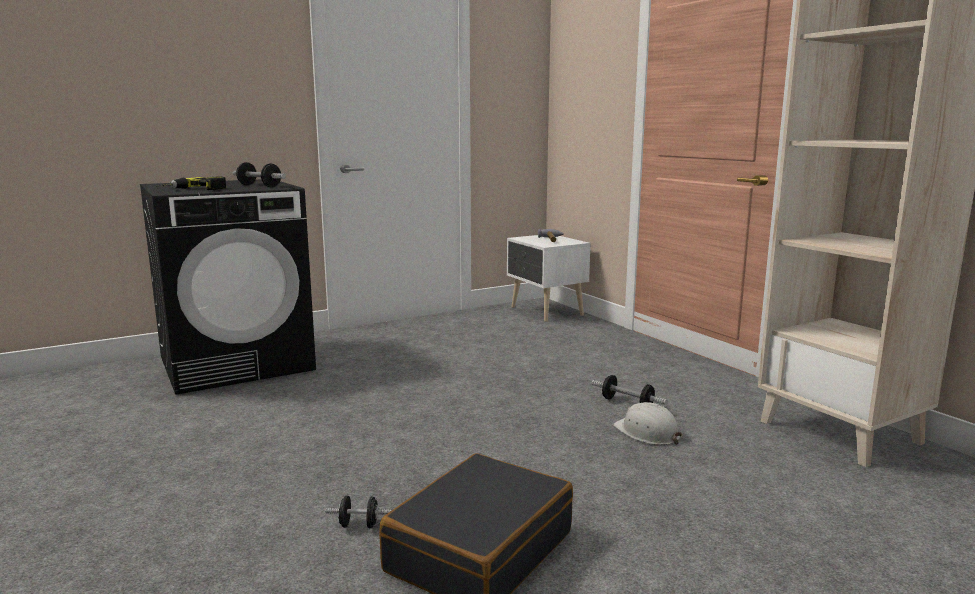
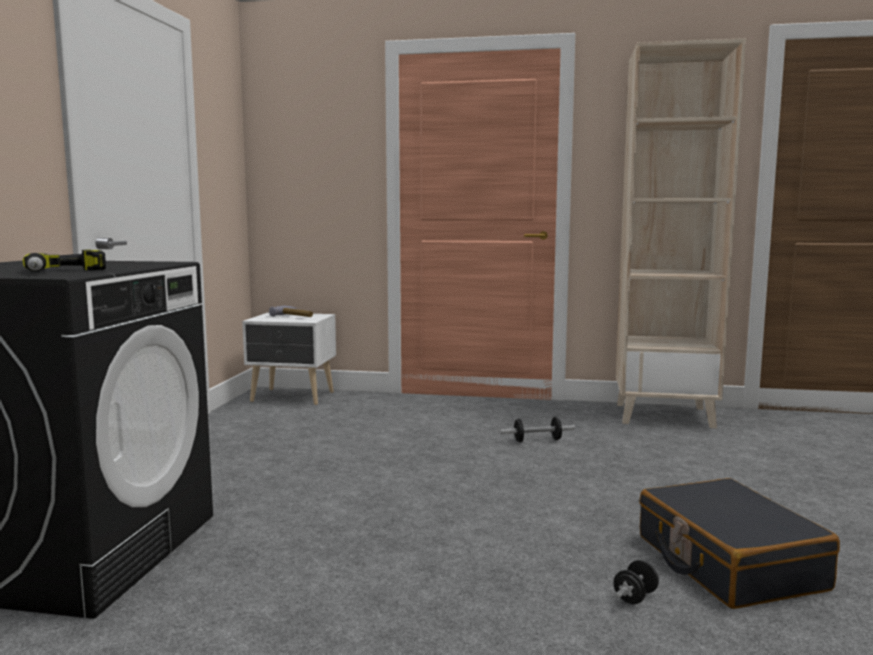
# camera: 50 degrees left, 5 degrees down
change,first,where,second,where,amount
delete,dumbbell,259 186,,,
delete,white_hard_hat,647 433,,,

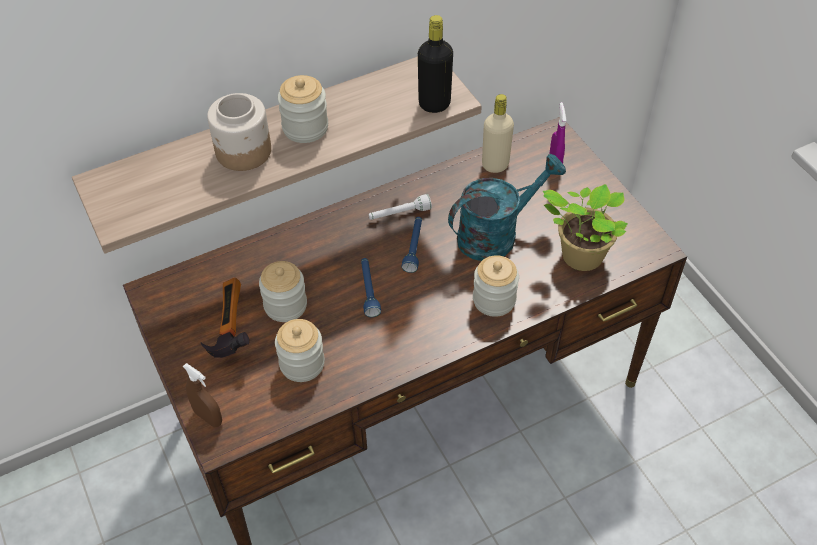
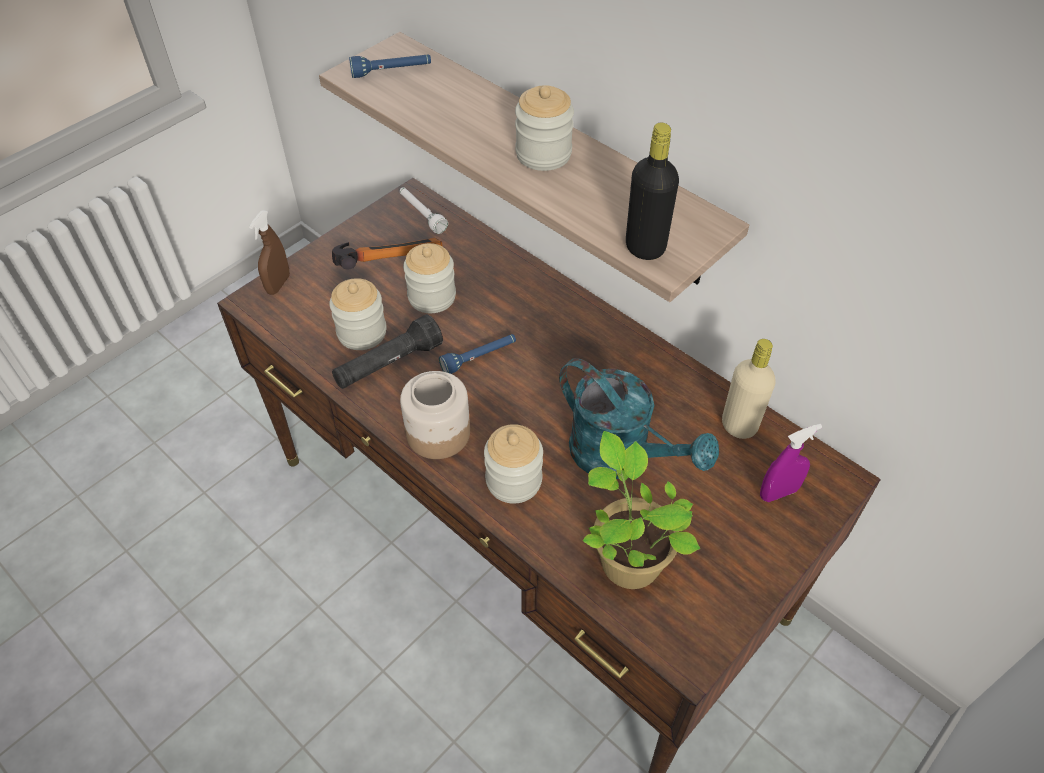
# camera: 70 degrees right, 0 degrees up
change,first,where,second,where,amount
insert,,,black_flashlight,388 364,
move,jar,243 152,,437 433,
move,white_flashlight,399 214,,422 214,
move,blue_flashlight,414 247,,391 72,

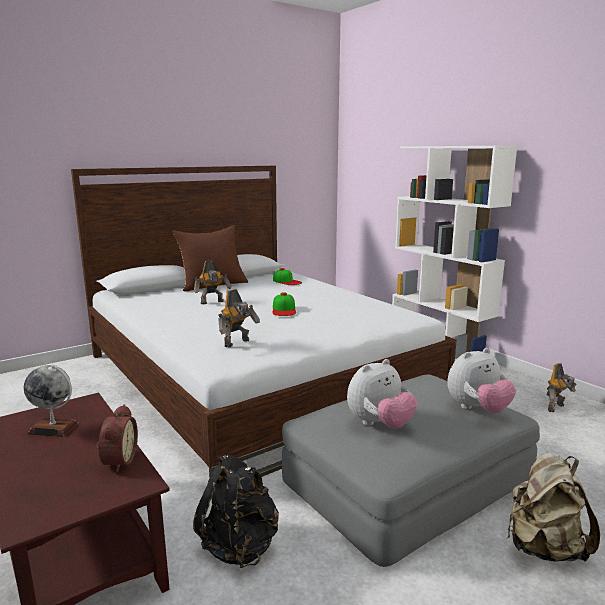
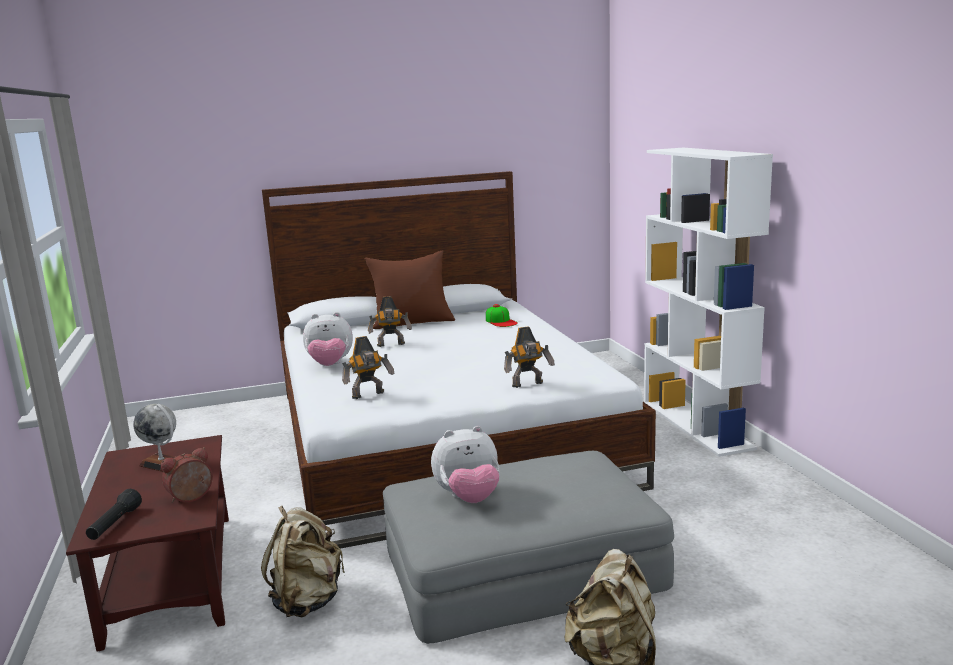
# camera: 20 degrees right, 0 degrees up
change,first,where,second,where,amount
delete,cap,284 309,,,
insert,,,black_flashlight,114 524,
move,plush_toy,477 409,,330 365,
move,toy_robot,557 408,,528 385,
recolor,black_backpack,240 545,beige_backpack,308 601,
rotate,alarm_clock,117 461,,191 498,150 degrees counterclockwise

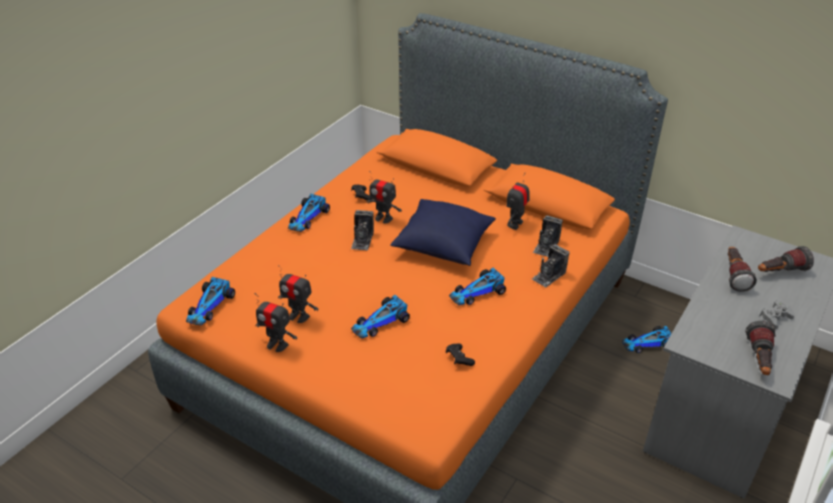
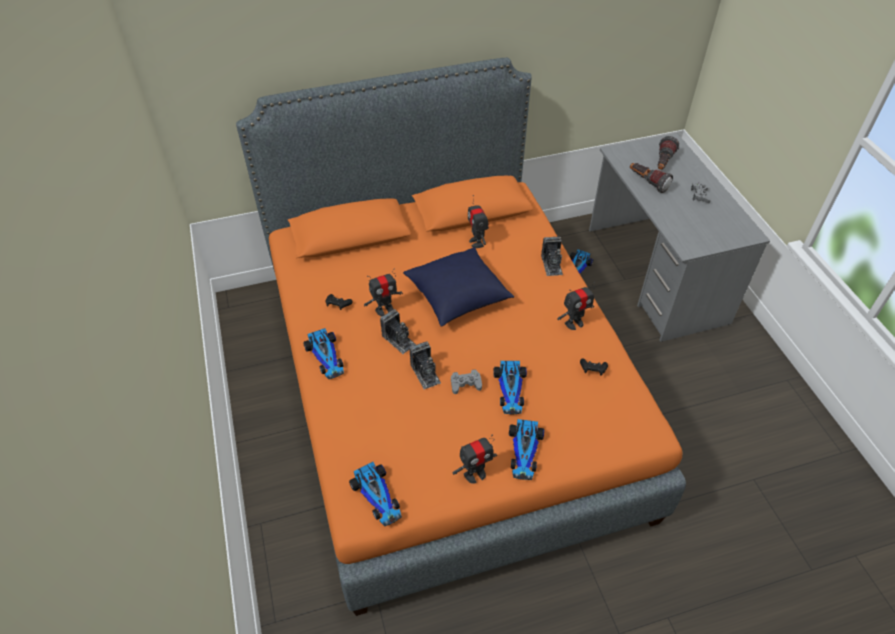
# camera: 50 degrees left, 10 degrees up
change,first,where,second,where,amount
delete,flashlight,759 360,,,
insert,,,grey_game_controller,465 384,
move,toy_robot,299 316,,574 323,
move,toy_car,478 292,,525 452,
move,photo_camera,546 246,,425 373,

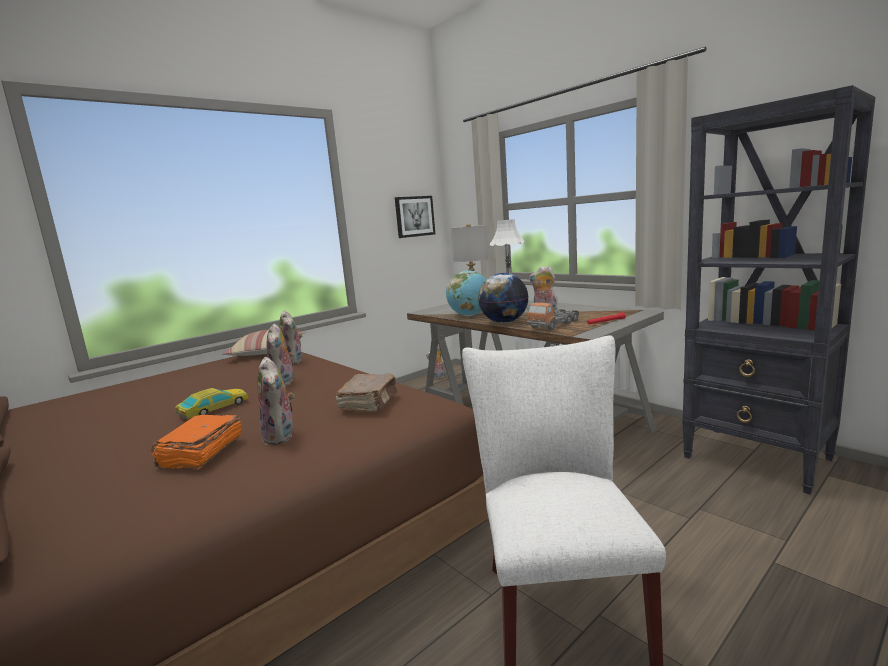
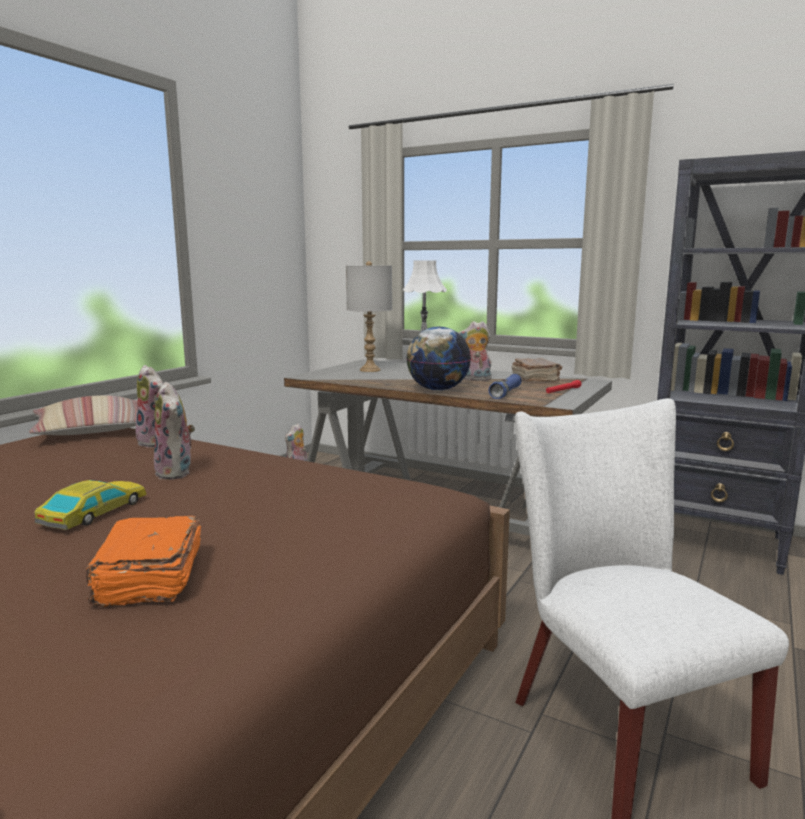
# camera: 20 degrees left, 0 degrees up
change,first,where,second,where,amount
delete,plush_toy,281 436,,,
delete,picture,414 216,,,
delete,globe,470 315,,,
move,brown_book,370 403,,535 379,
replace,toy_truck,553 325,blue_flashlight,505 394,

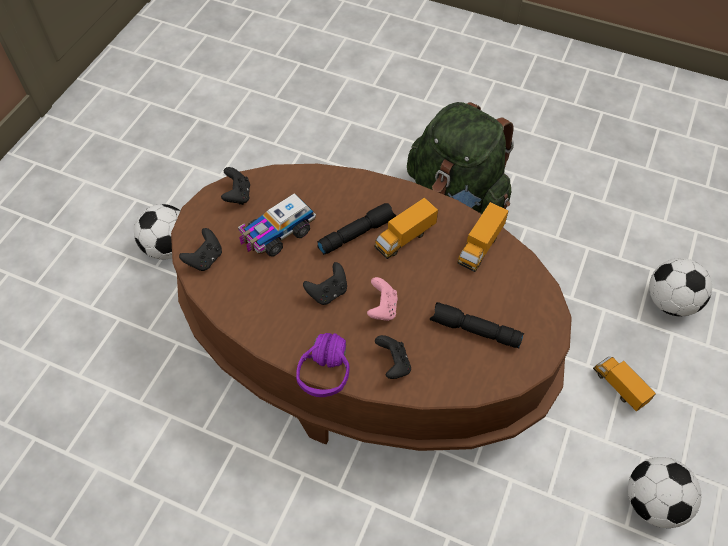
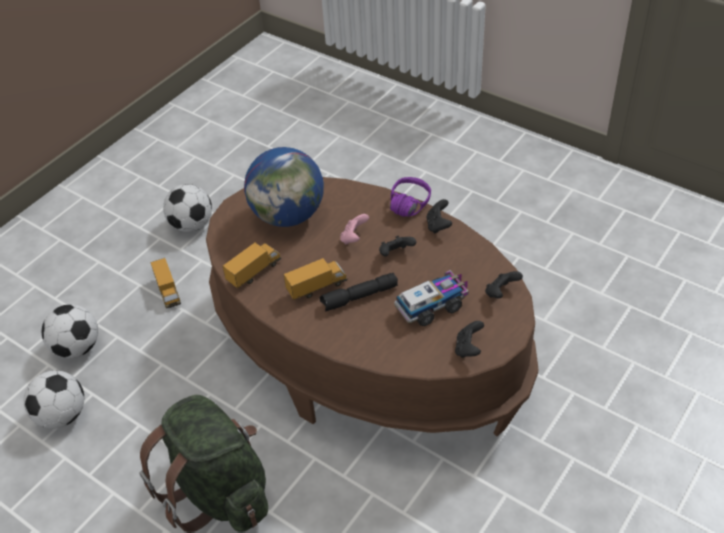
# camera: 165 degrees left, 10 degrees down
change,first,where,second,where,amount
move,football,169 247,,62 415,
move,black_game_controller,393 364,,438 225,
replace,black_flashlight,474 331,globe,288 215,

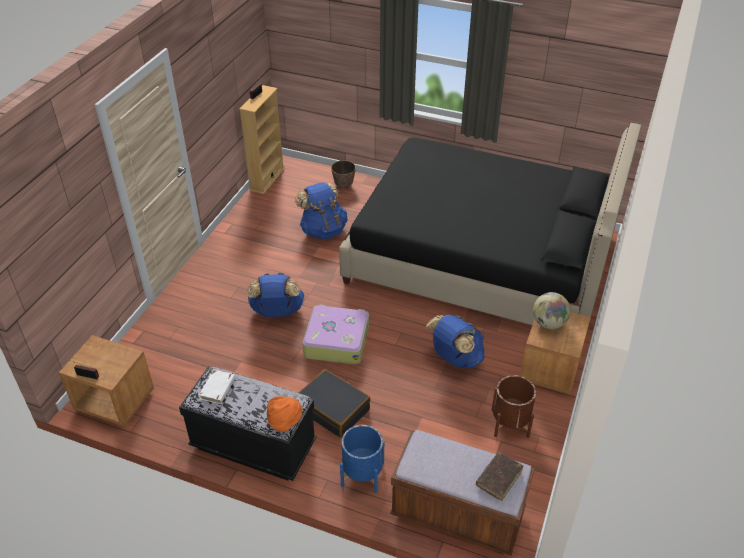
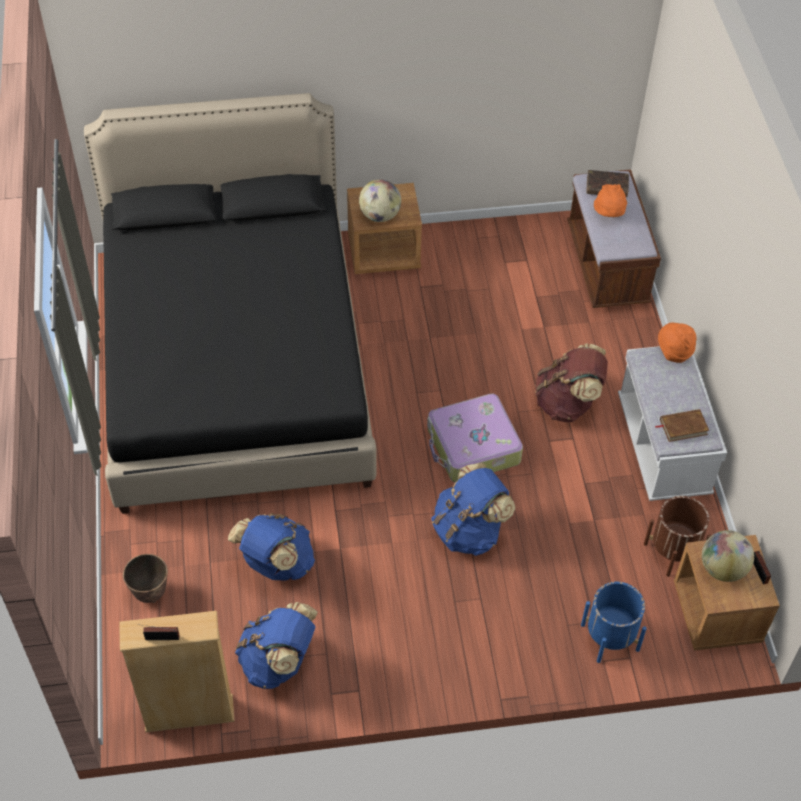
# camera: 120 degrees left, 10 degrees up
change,first,where,second,where,amount
insert,,,orange_hat,609 214,
insert,,,globe,722 568,
move,blue_planter,362 474,,610 637,
move,blue_backpack,455 358,,279 662,
move,brown_planter,510 423,,673 551,
replace,black_suitcase,333 409,brown_backpack,568 403,
recolor,black_bench,253 446,white_bench,663 447,
recolor,white_book,218 388,brown_book,683 427,

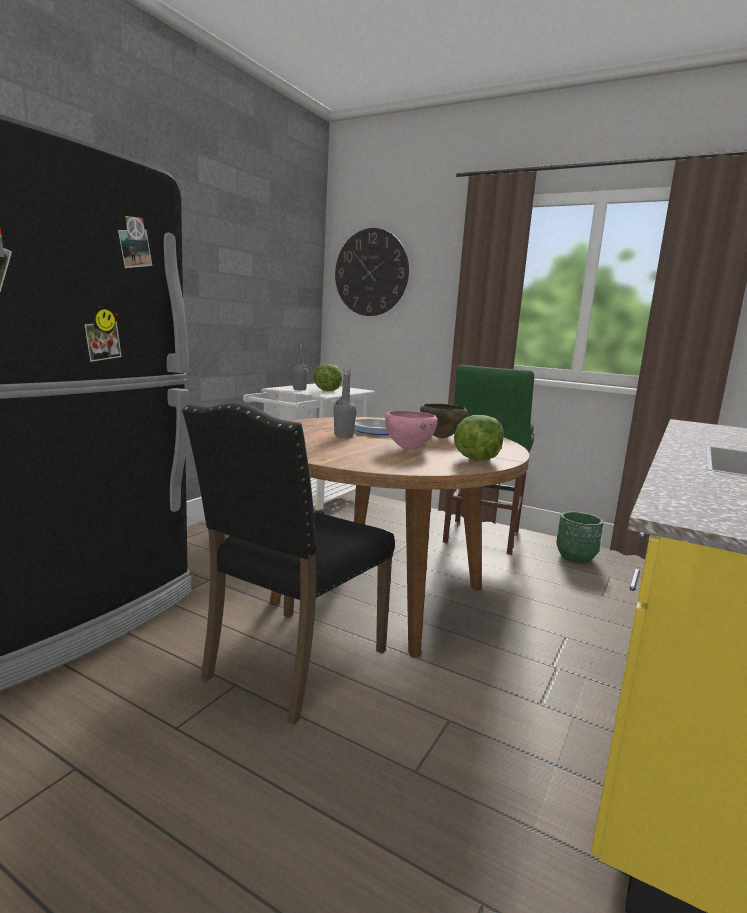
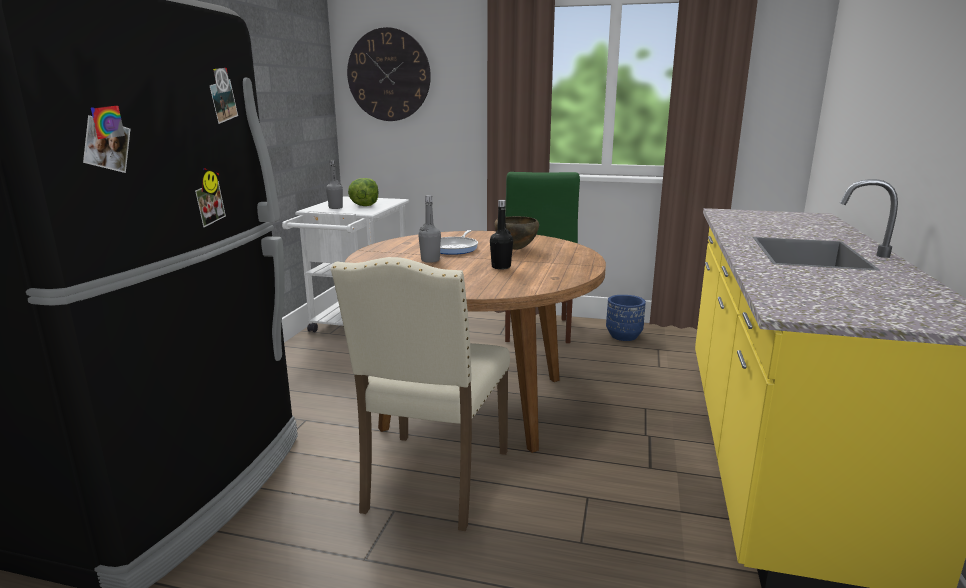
# camera: 15 degrees left, 5 degrees up
change,first,where,second,where,amount
delete,lettuce,476 459,,,
replace,pink_bowl,408 449,black_bottle,501 267,
recolor,black_chair,291 664,beige_chair,433 481,
recolor,green_planter,575 557,blue_planter,624 336,

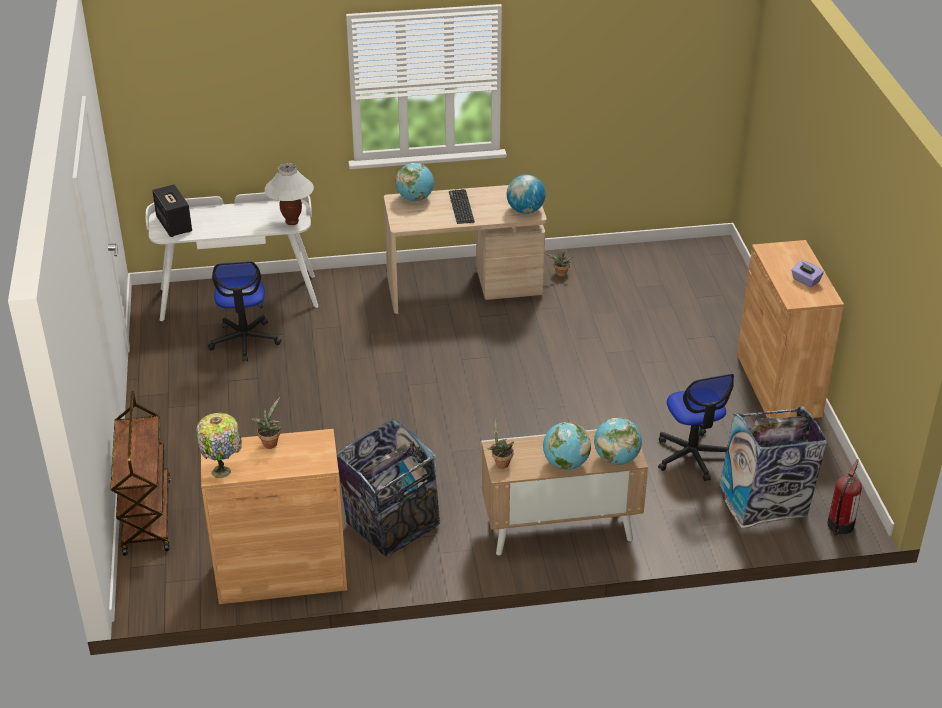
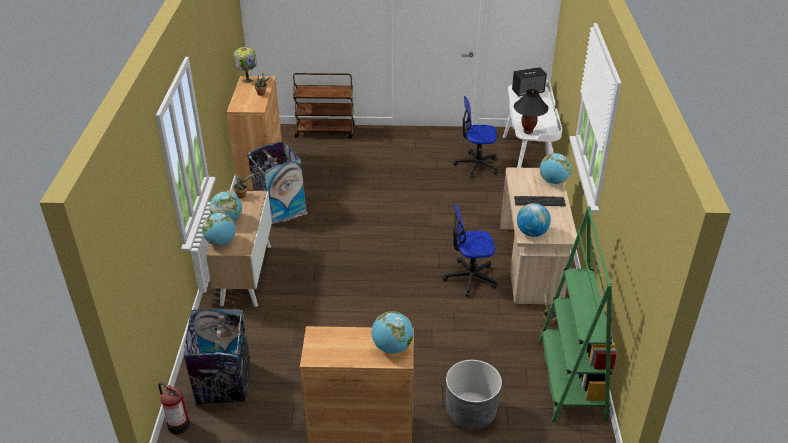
# camera: 100 degrees right, 0 degrees up
change,first,where,second,where,amount
delete,purple_tissue_box,805 281,,,
insert,,,globe,392 347,
insert,,,grey_planter,470 413,
insert,,,green_bookcase,571 379,
move,office_chair,692 456,,470 278,
recolor,white_table_lamp,292 222,black_table_lamp,528 132,

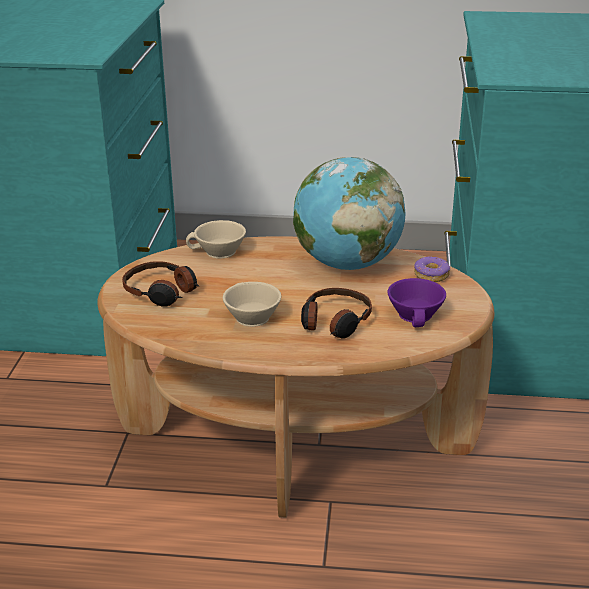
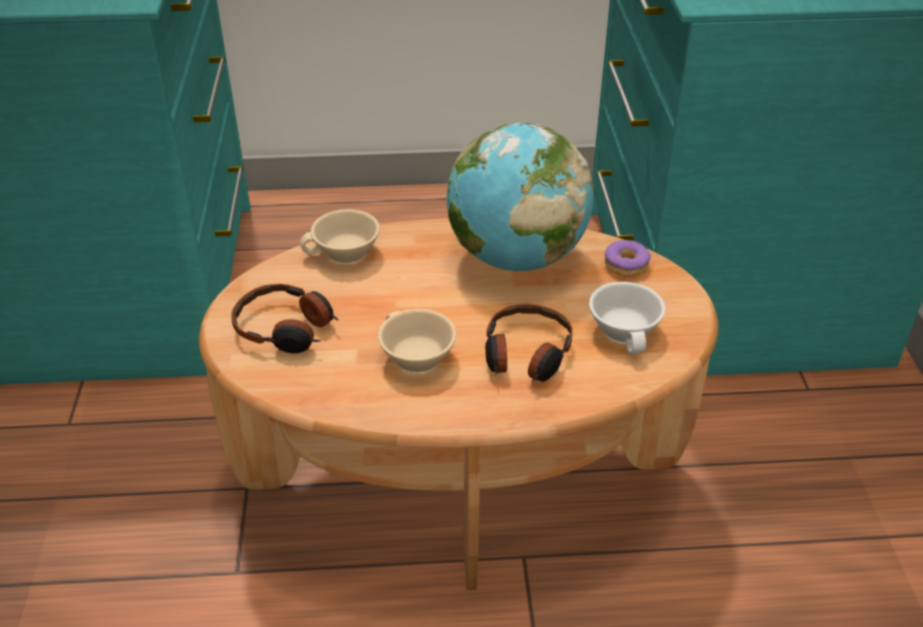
# camera: 10 degrees left, 10 degrees up
change,first,where,second,where,amount
recolor,purple_cup,417 315,white_cup,627 331,

